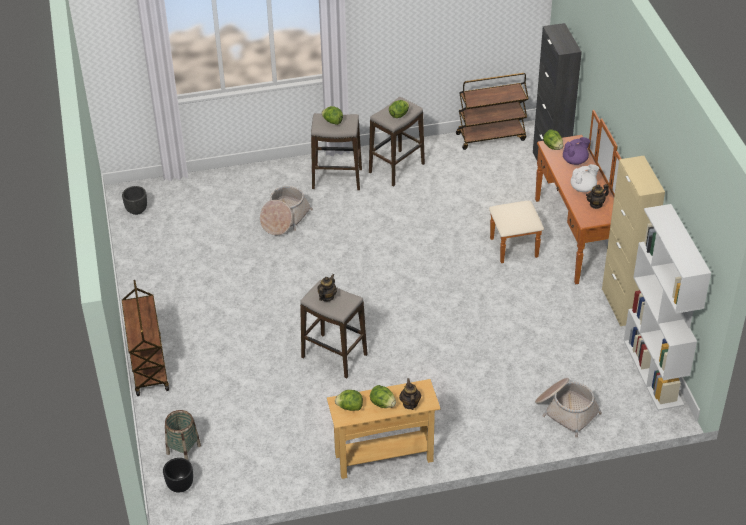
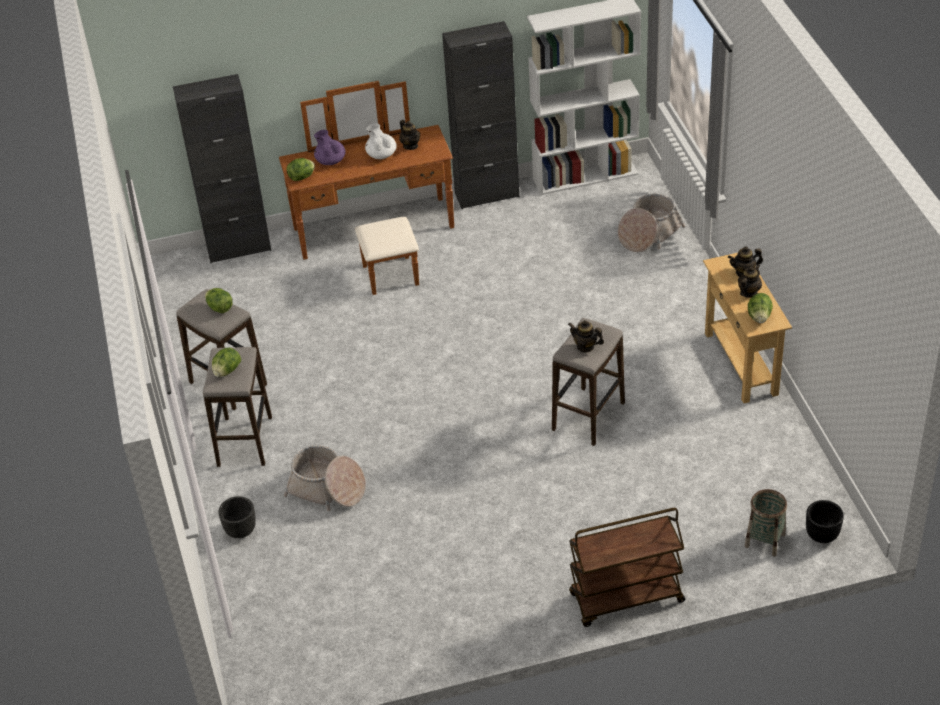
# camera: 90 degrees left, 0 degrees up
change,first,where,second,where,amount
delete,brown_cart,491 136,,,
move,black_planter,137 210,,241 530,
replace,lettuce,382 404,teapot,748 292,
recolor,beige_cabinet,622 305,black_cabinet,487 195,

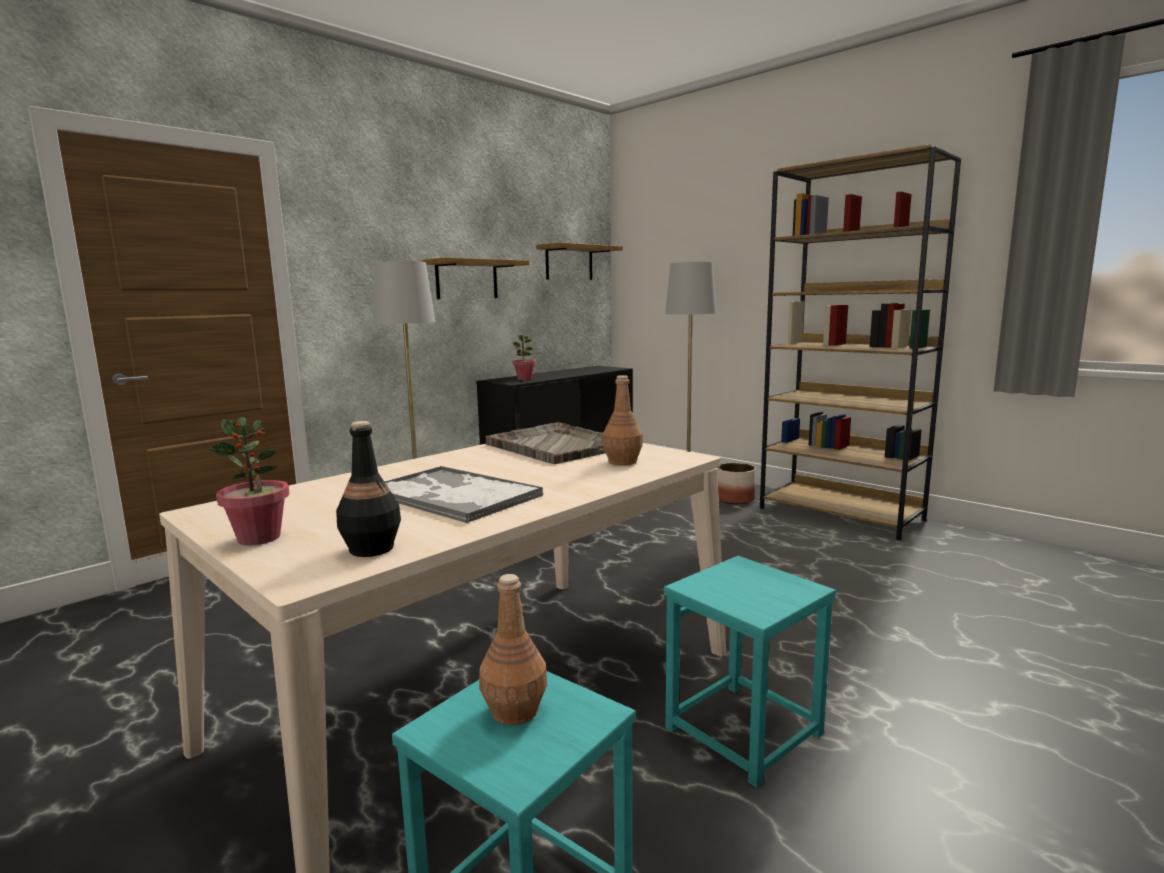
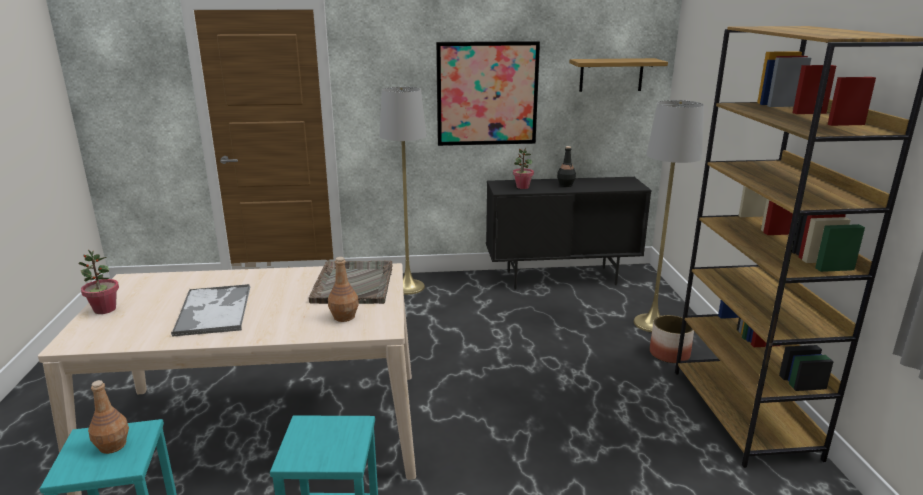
# camera: 40 degrees right, 10 degrees up
change,first,where,second,where,amount
move,black_bottle,371 549,,565 185,
replace,shelf,467 279,picture,487 94,

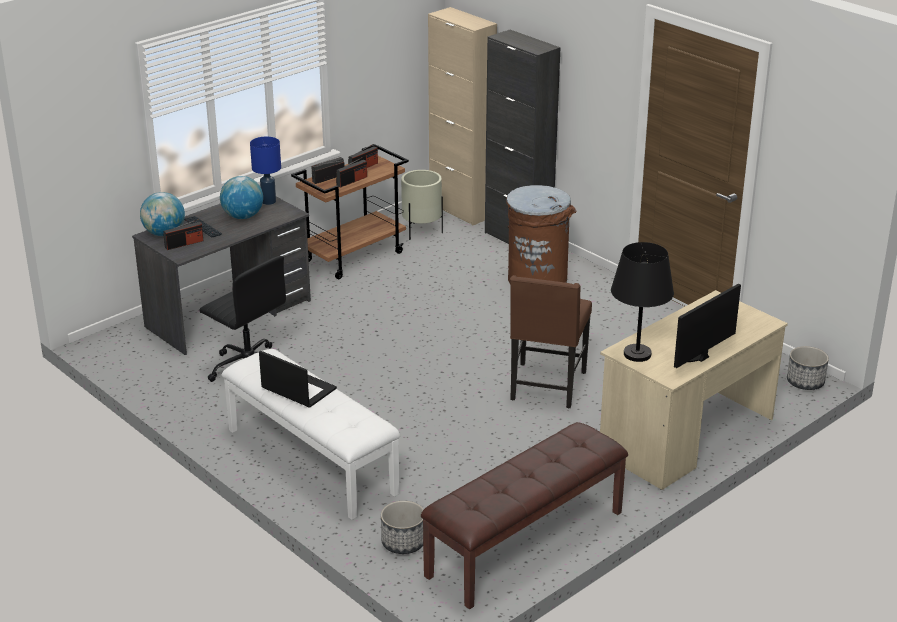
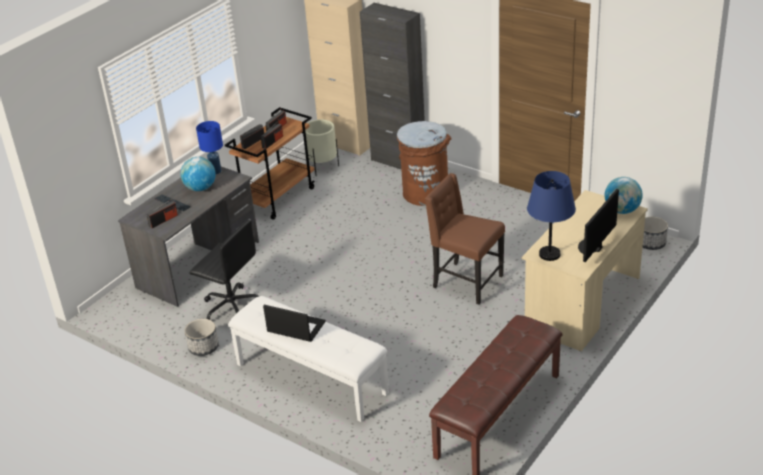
# camera: 10 degrees left, 5 degrees up
change,first,where,second,where,amount
move,globe,164 233,,622 210,
move,planter,403 542,,203 347,
recolor,black_table_lamp,637 354,blue_table_lamp,550 254,
rotate,brown_chair,546 387,,466 282,120 degrees clockwise

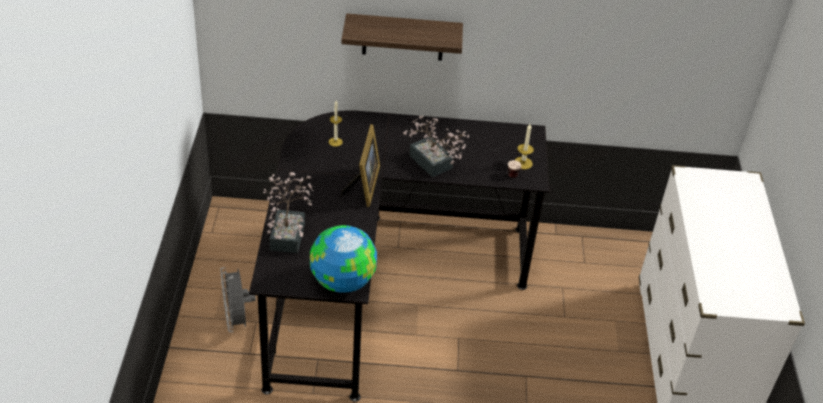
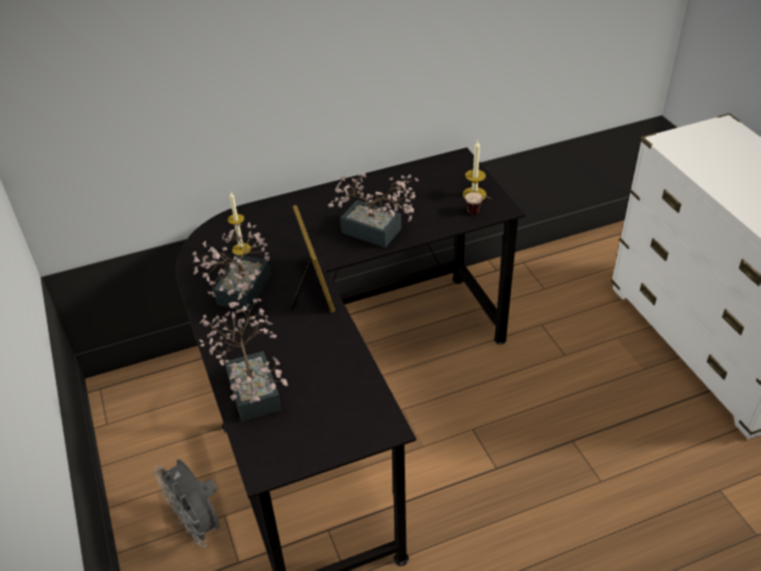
# camera: 20 degrees left, 0 degrees up
change,first,where,second,where,amount
delete,globe,342 281,,,
delete,shelf,403 37,,,
insert,,,potted_plant,240 294,

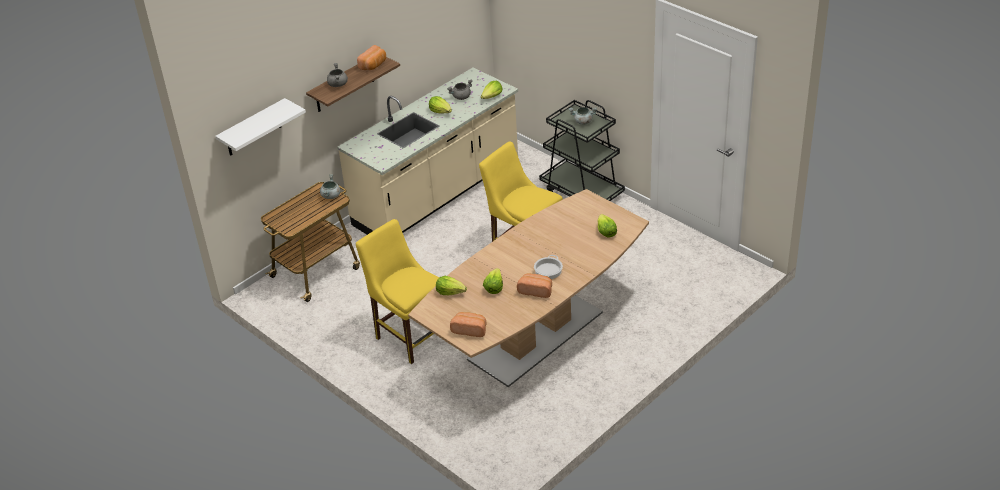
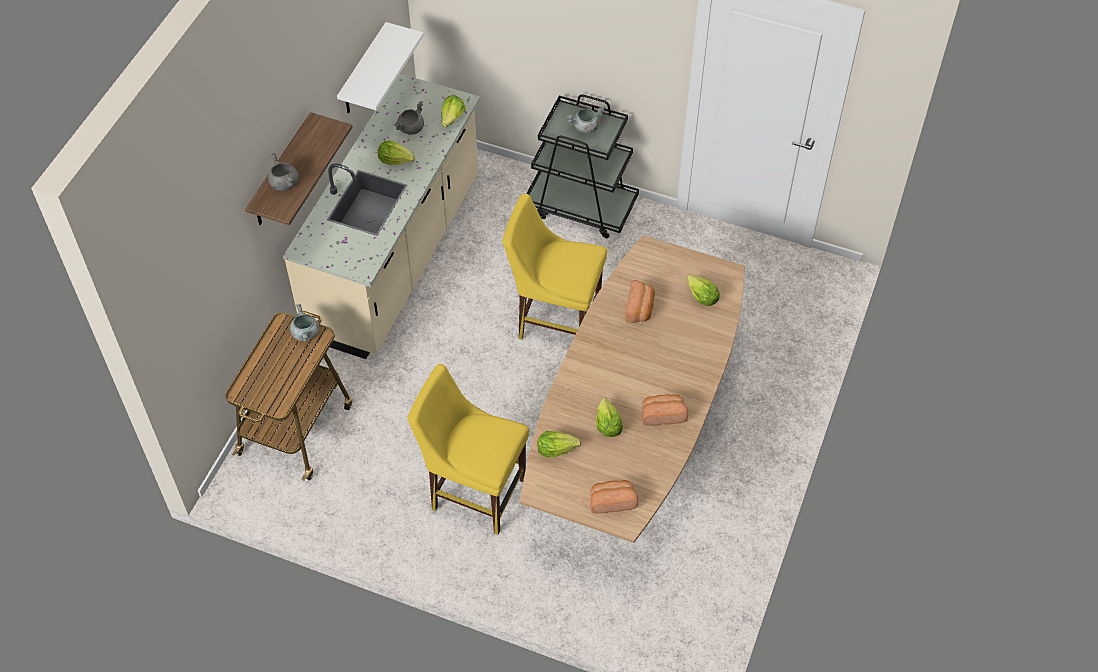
# camera: 25 degrees left, 15 degrees up
change,first,where,second,where,amount
delete,cooking_pot,548 271,,,
move,white_shelf,253 128,,363 71,
move,bread,374 65,,640 309,

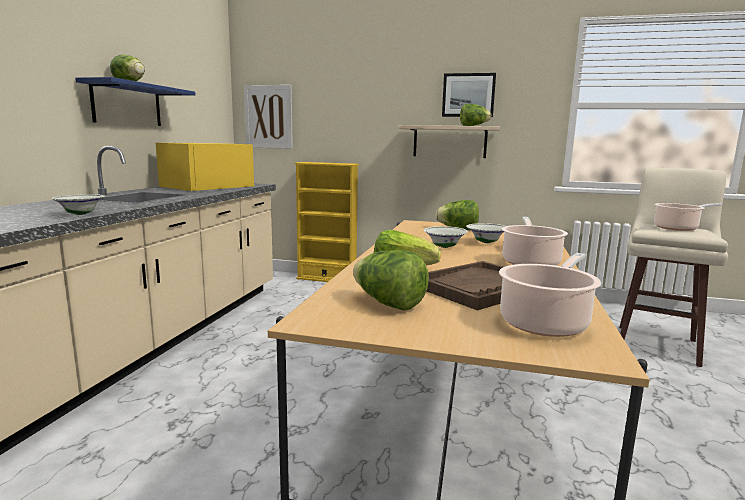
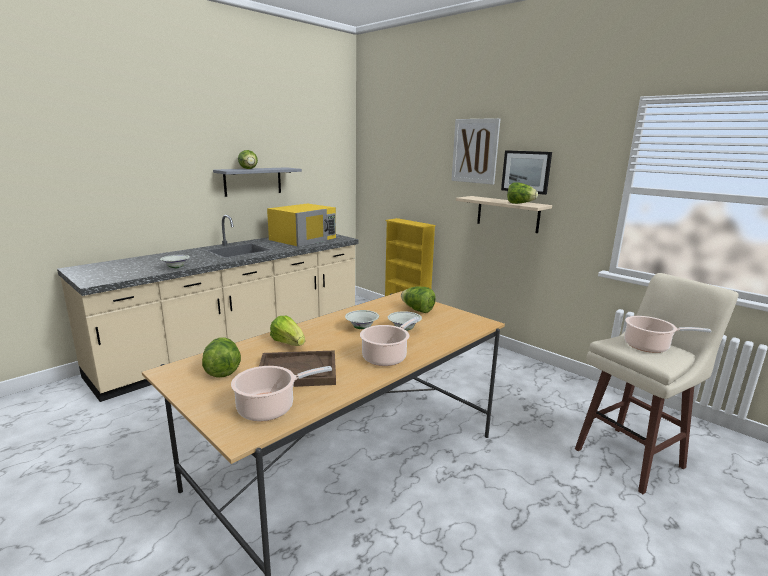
# camera: 30 degrees right, 5 degrees up
change,first,where,second,where,amount
move,picture,268 117,,475 151,
recolor,blue_shelf,127 105,grey_shelf,253 181,
rotate,yellow_microwave,206 186,,303 239,150 degrees clockwise

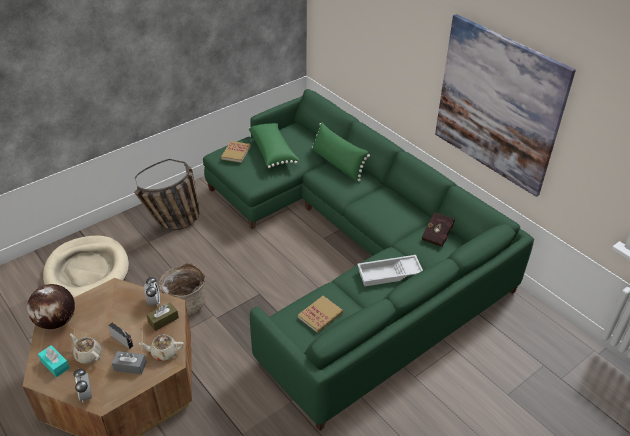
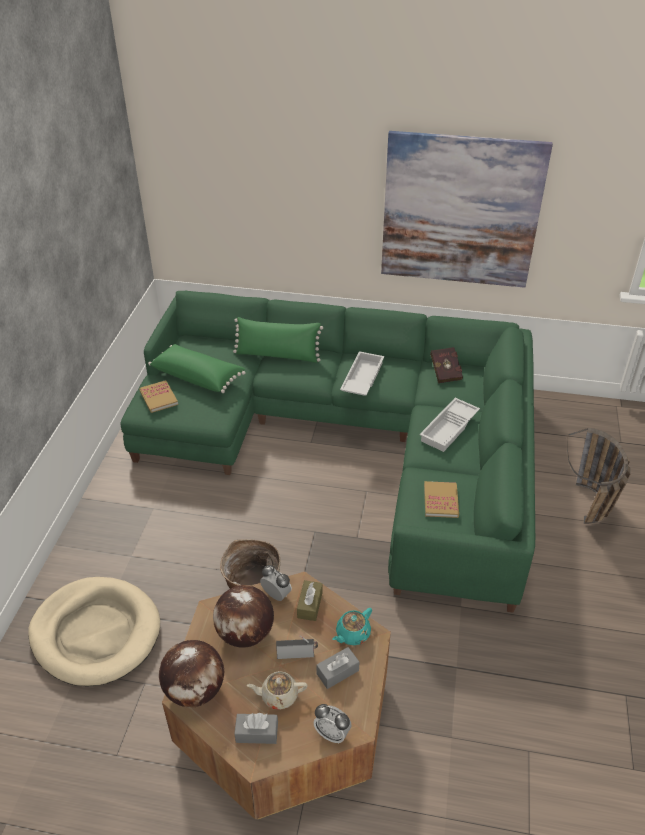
# camera: 40 degrees left, 0 degrees up
change,first,where,second,where,amount
insert,,,globe,245 634,
insert,,,white_tray,361 378,
move,basket,174 224,,590 513,
recolor,turquoise_tissue_box,55 365,grey_tissue_box,257 733,
recolor,beige_teapot,164 352,turquoise_teapot,352 634,

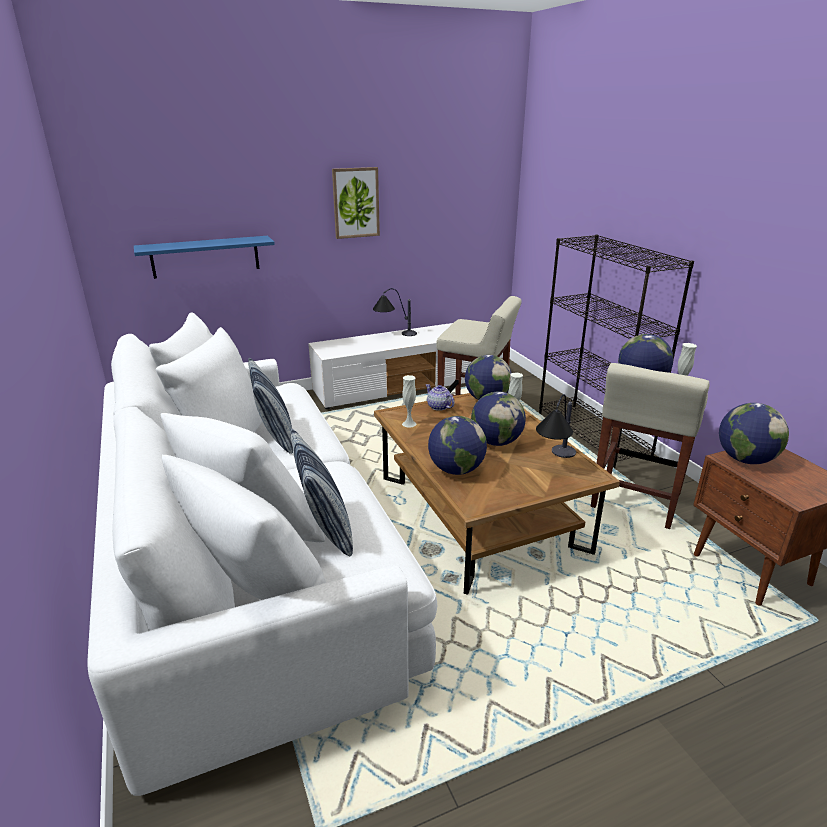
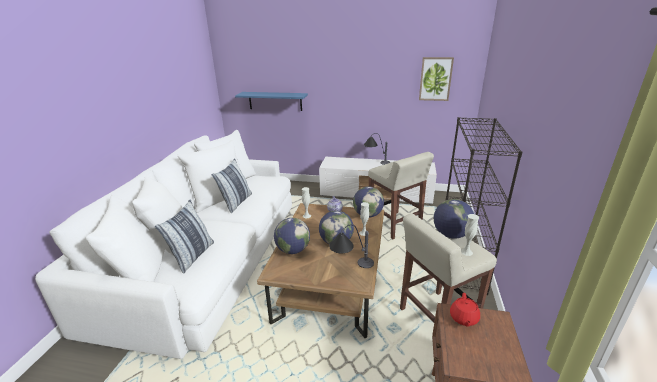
# camera: 35 degrees right, 0 degrees up
change,first,where,second,where,amount
move,picture,356 203,,435 79,
replace,globe,745 459,red_teapot,463 318,

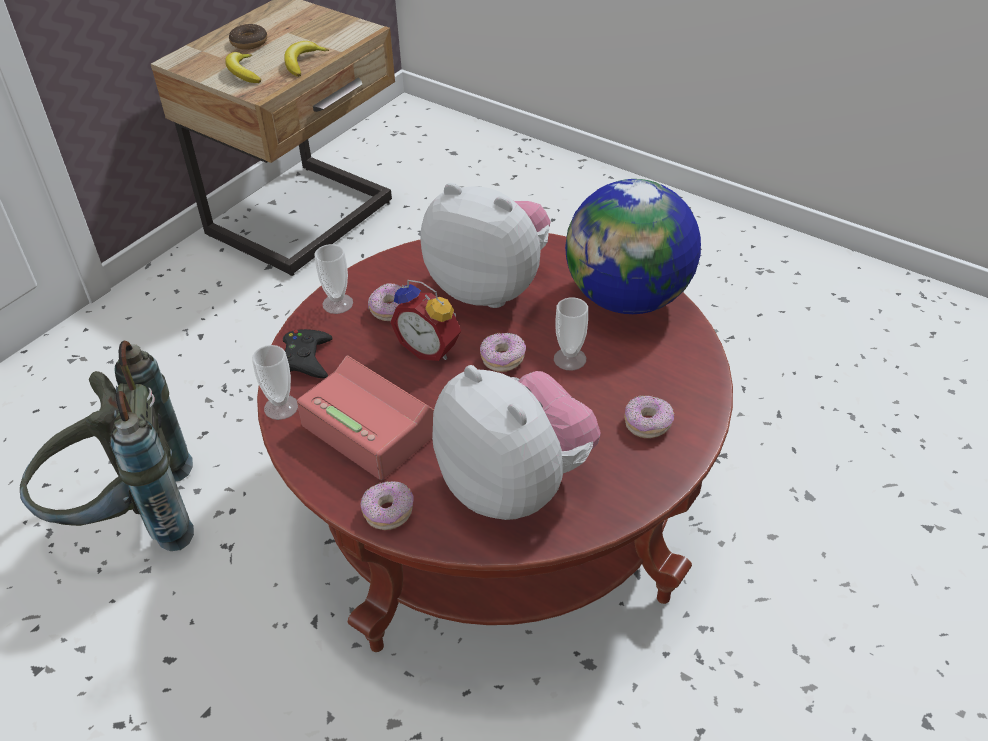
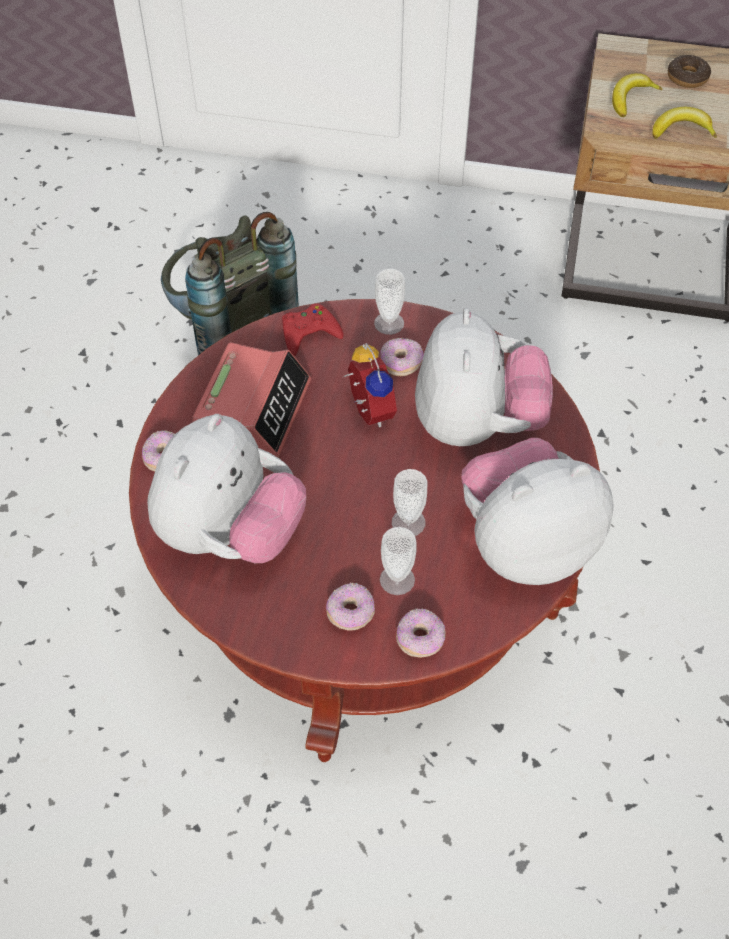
# camera: 65 degrees right, 10 degrees up
change,first,where,second,where,amount
move,cup,281 407,,397 580,
move,donut,502 359,,420 639,
replace,globe,628 299,plush_toy,525 544,
recolor,black_game_controller,307 359,red_game_controller,309 333,
rotate,alarm_clock,430 348,,367 412,150 degrees clockwise

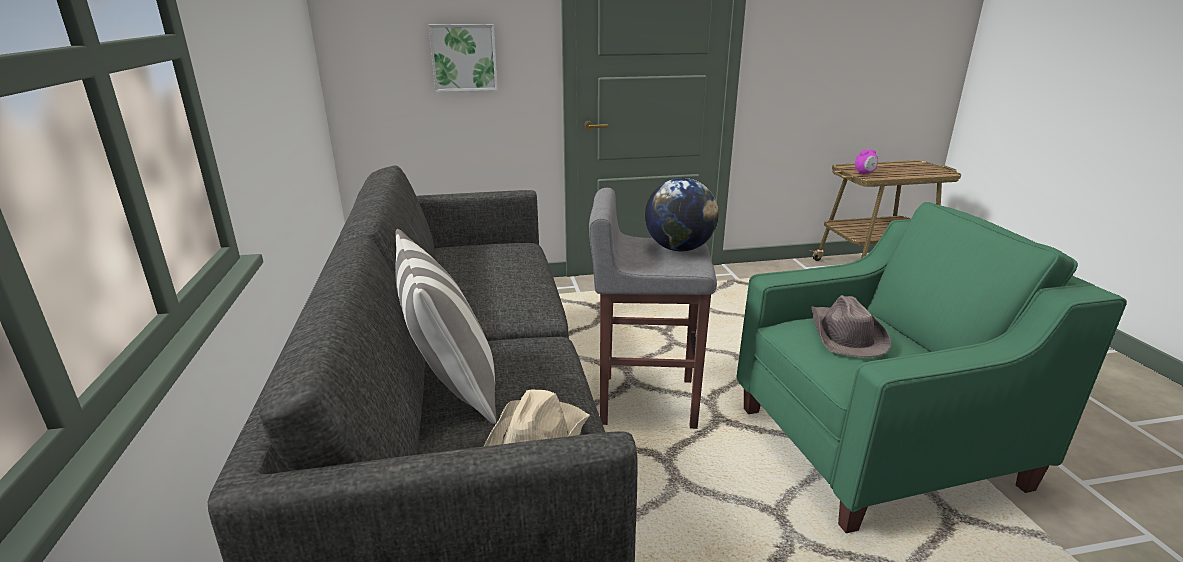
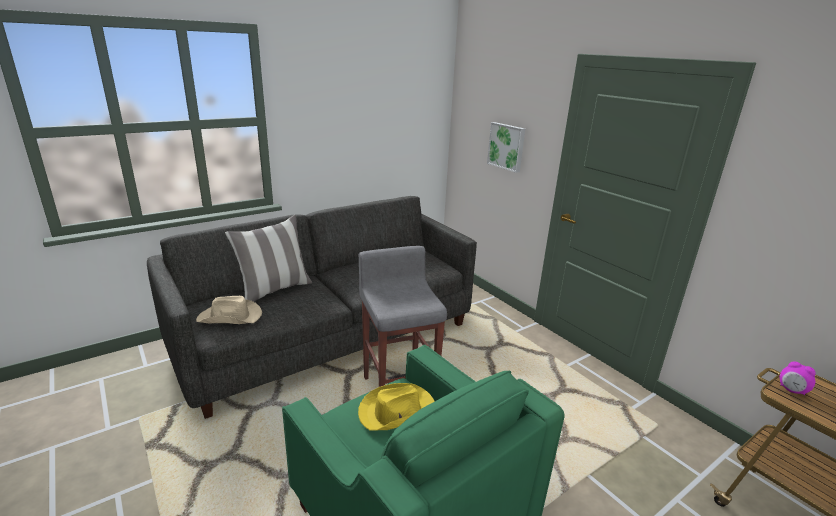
# camera: 65 degrees right, 0 degrees up
change,first,where,second,where,amount
delete,globe,679 248,,,
recolor,brown_hat,845 334,yellow_hat,396 411,

